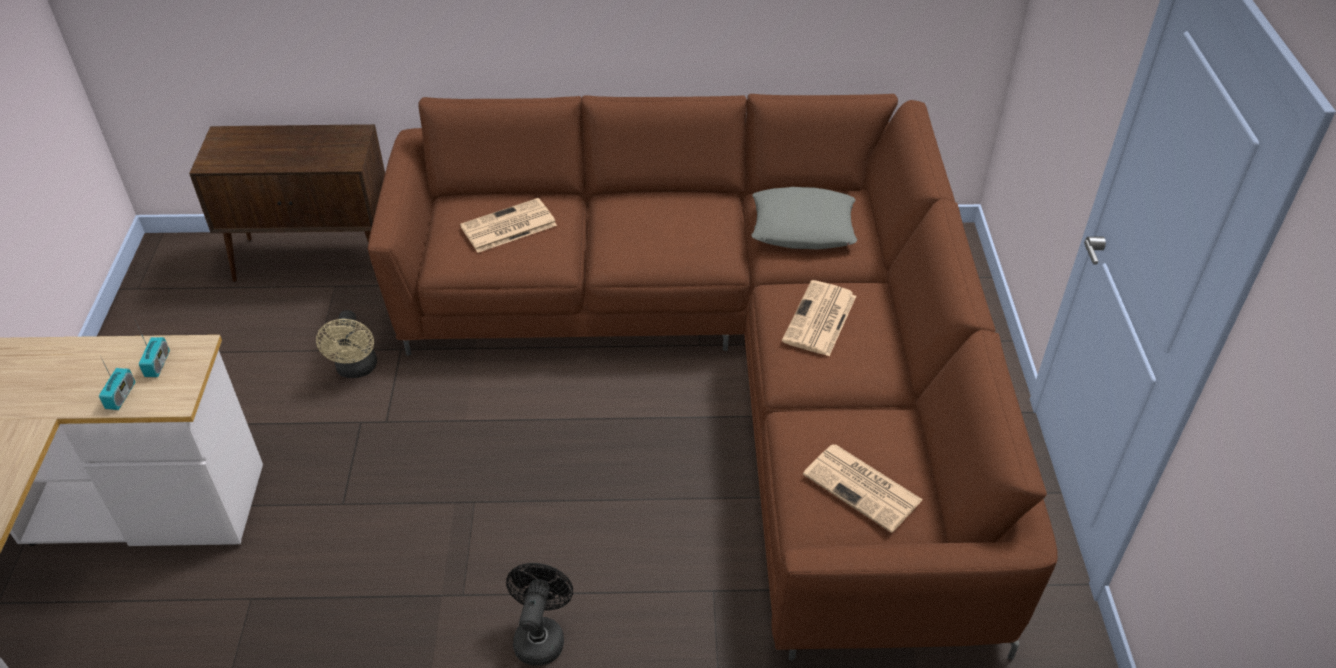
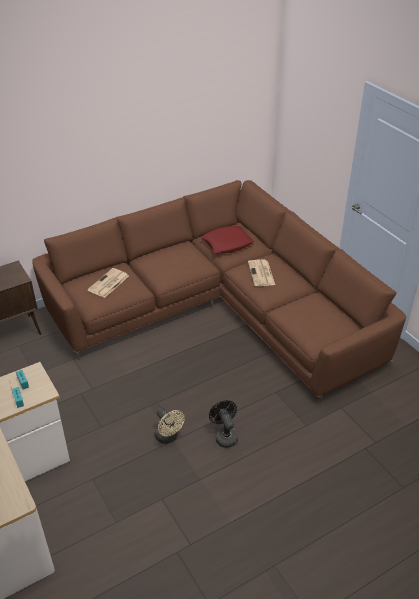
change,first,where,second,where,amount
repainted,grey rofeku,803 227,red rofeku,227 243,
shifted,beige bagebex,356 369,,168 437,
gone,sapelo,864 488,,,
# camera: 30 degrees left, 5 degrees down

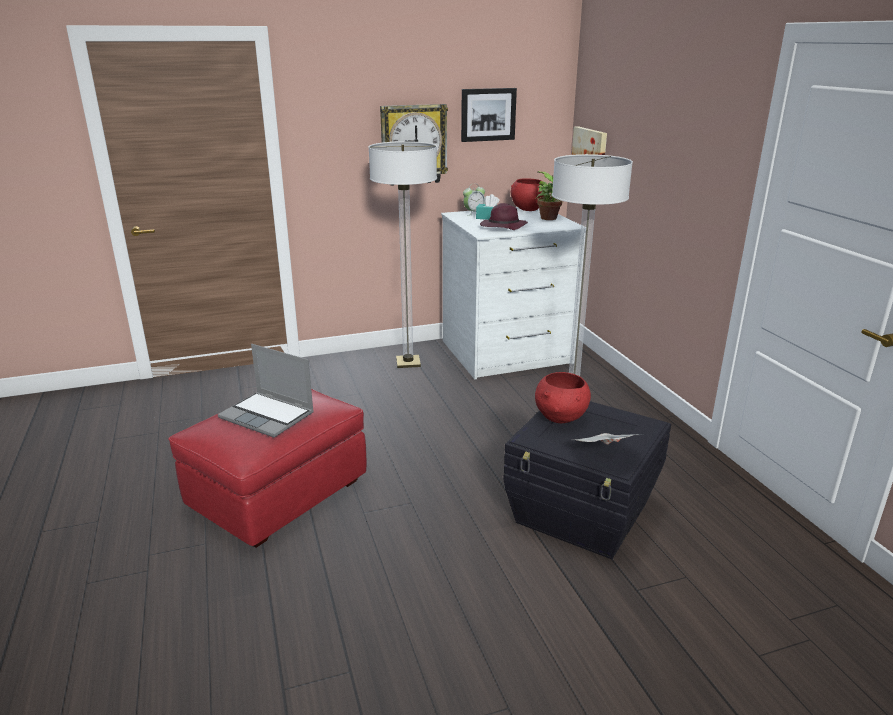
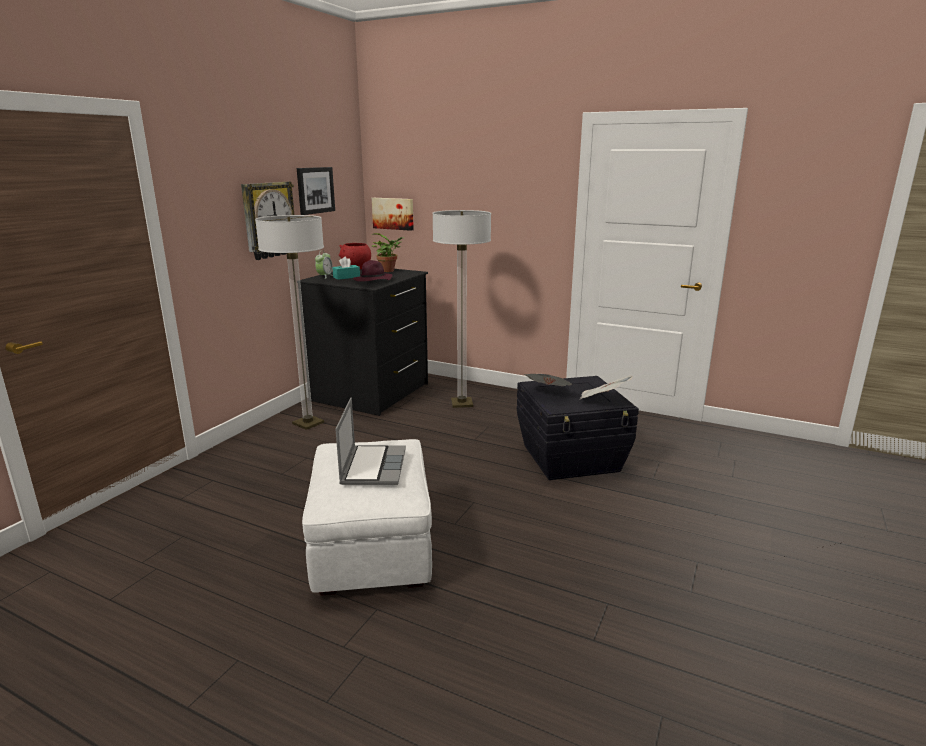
change,first,where,second,where,amount
repainted,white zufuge,506 353,black zufuge,372 392,
rotated,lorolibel,268 415,,373 466,75 degrees counterclockwise
swapped,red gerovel,561 418,sapelo,548 393,
repainted,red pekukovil,278 494,white pekukovil,372 548,
# camera: 45 degrees left, 5 degrees down

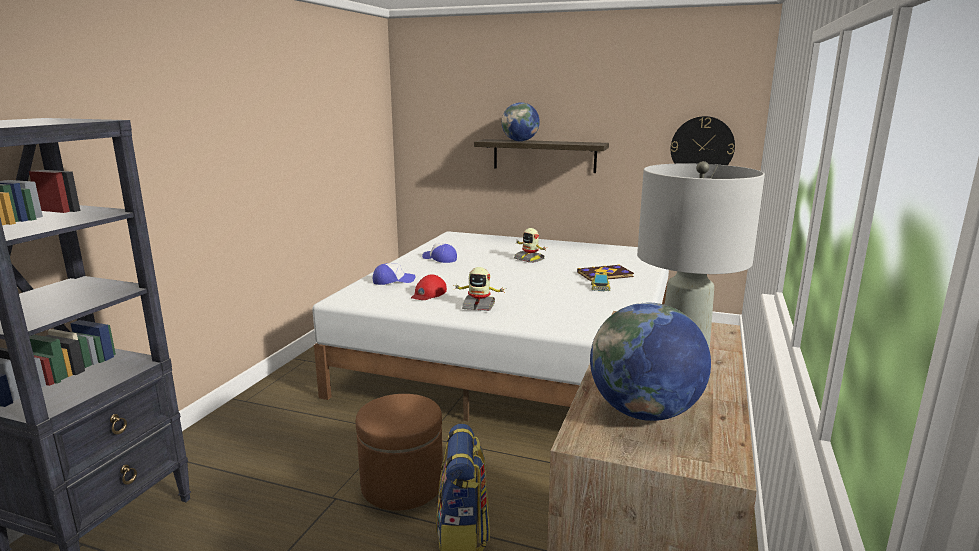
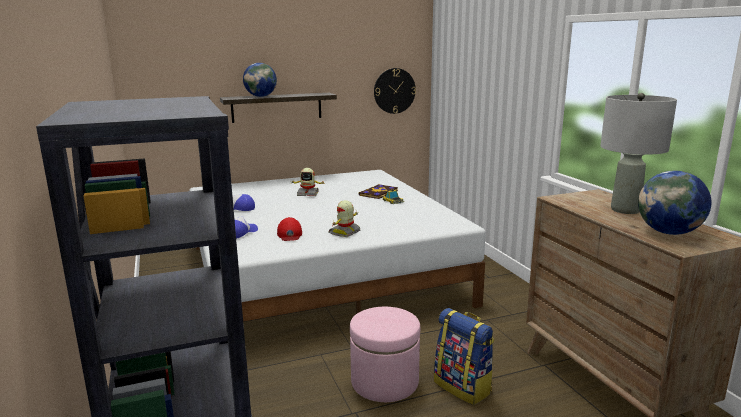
change,first,where,second,where,amount
rotated,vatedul,479 306,,345 232,150 degrees clockwise
repainted,brown pekukovil,402 485,pink pekukovil,384 382,
# camera: 40 degrees left, 0 degrees up

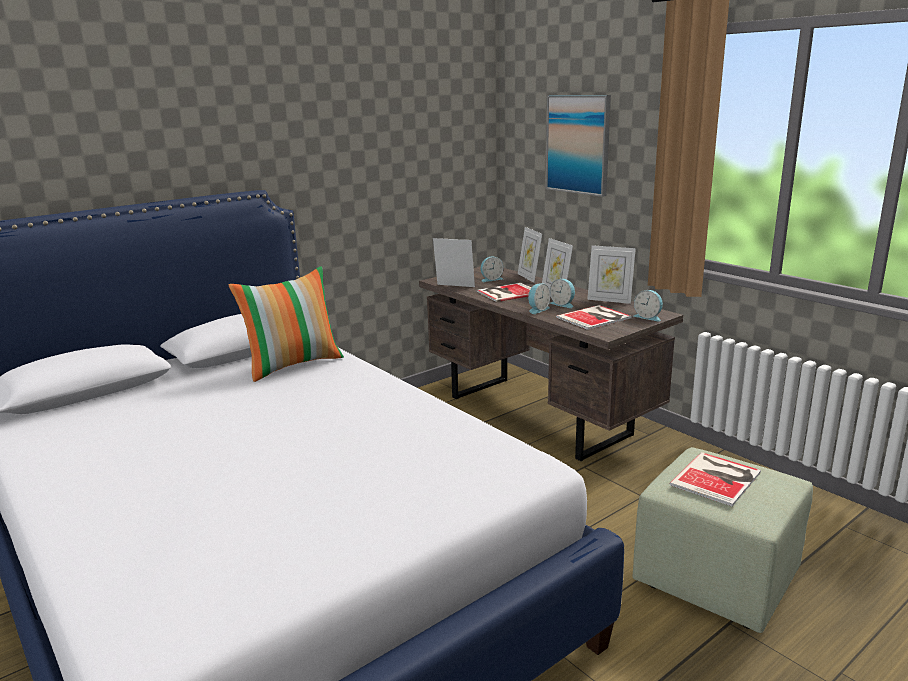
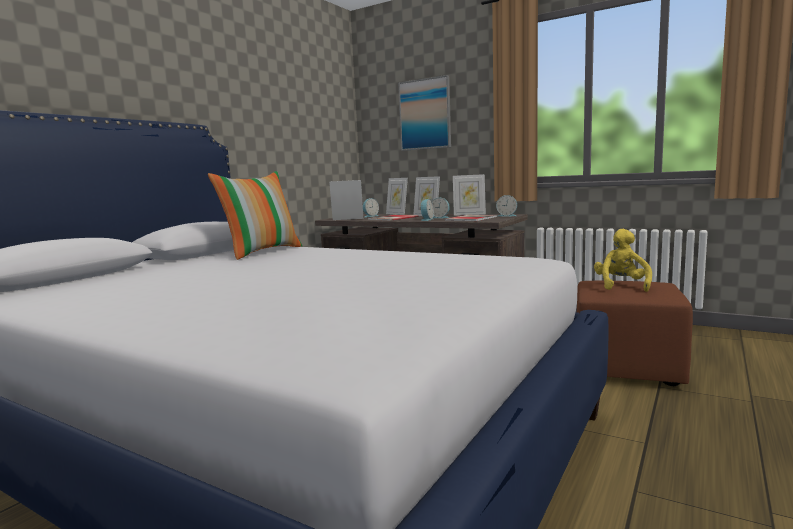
change,first,where,second,where,amount
repainted,green pekukovil,713 578,brown pekukovil,624 368,
swapped,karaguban,718 478,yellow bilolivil,621 286,
# camera: 20 degrees left, 10 degrees down

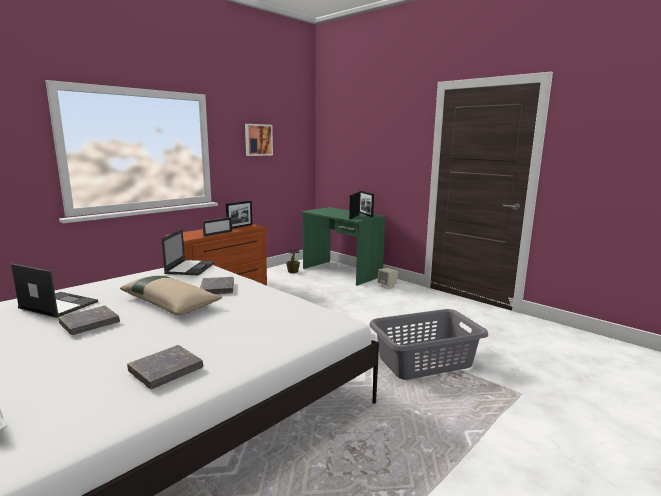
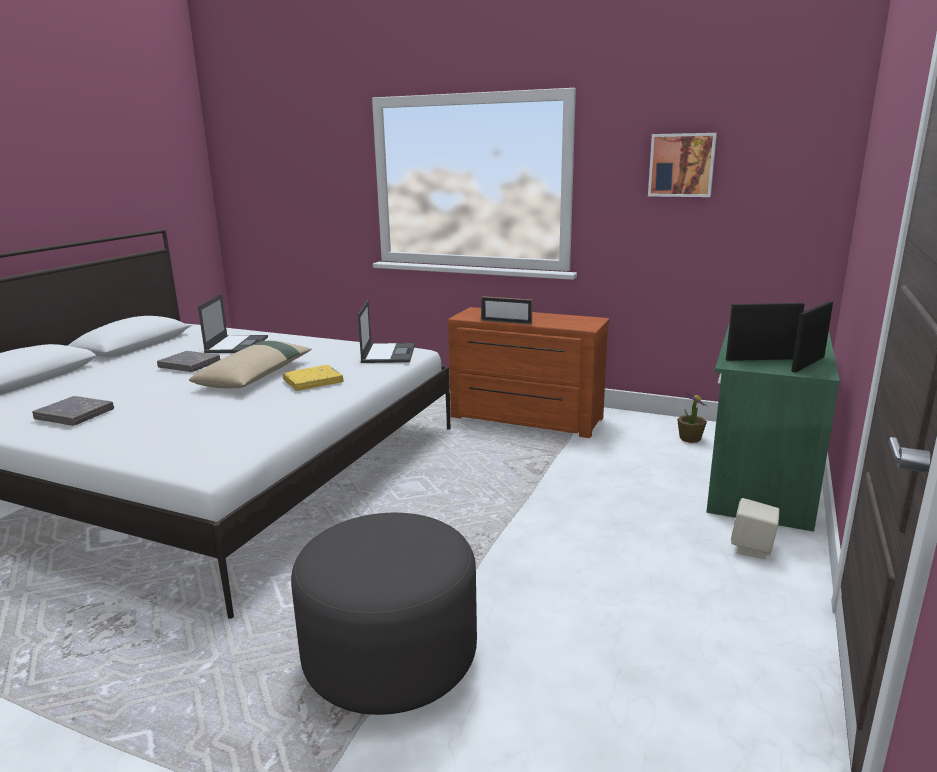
change,first,where,second,where,amount
gone,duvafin,240 226,,,
rotated,lorolibel,190 268,,388 353,75 degrees counterclockwise
repainted,grey karaguban,217 288,yellow karaguban,313 382,
swapped,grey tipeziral,425 361,grey pekukovil,390 656,
# camera: 70 degrees right, 5 degrees up

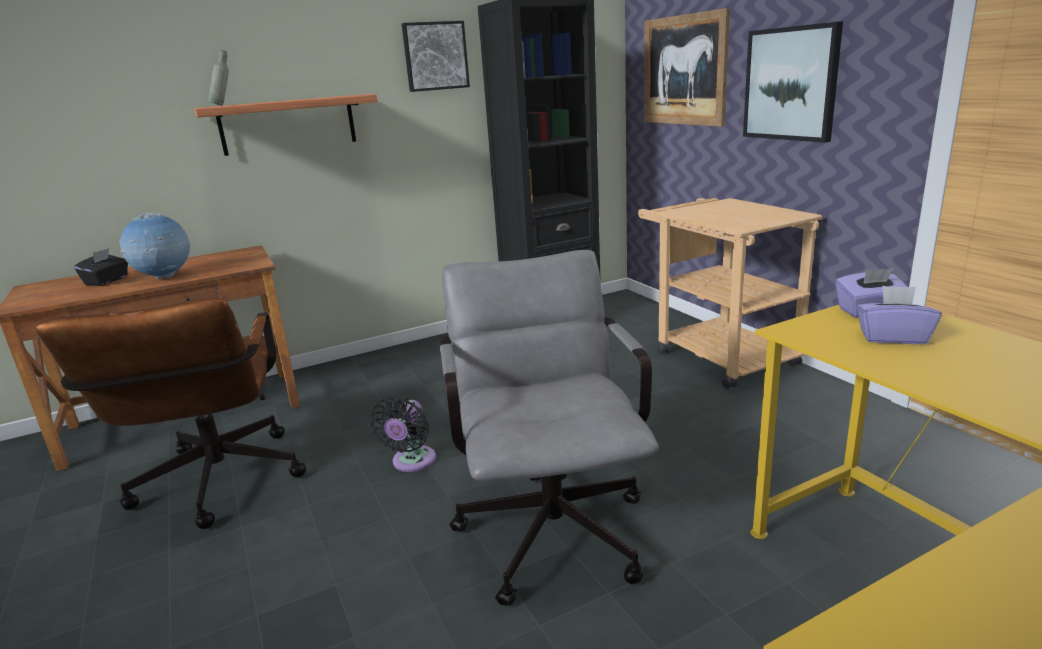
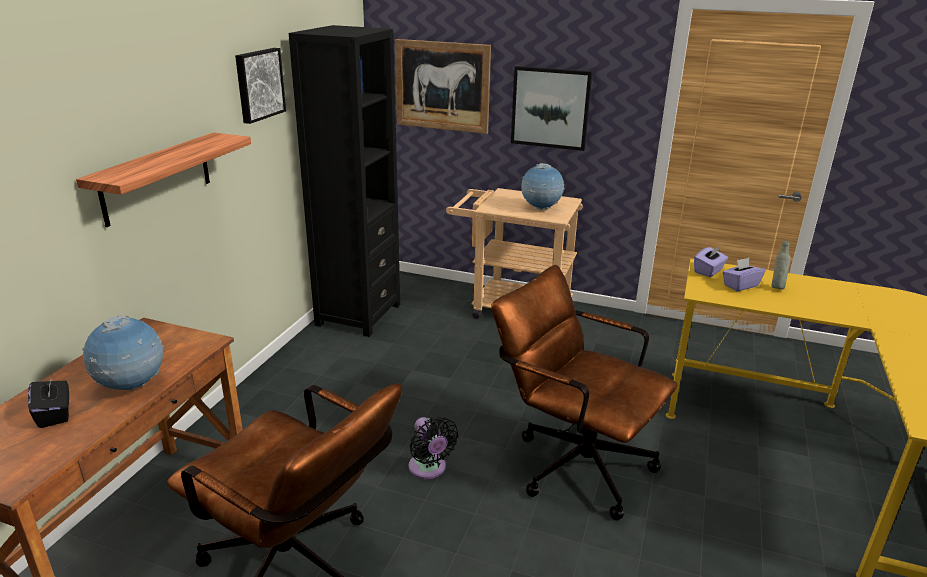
change,first,where,second,where,amount
shifted,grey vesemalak,224 105,,776 287,
repainted,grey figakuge,550 522,brown figakuge,572 462,
new,,,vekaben,540 209,
# camera: 45 degrees left, 5 degrees up

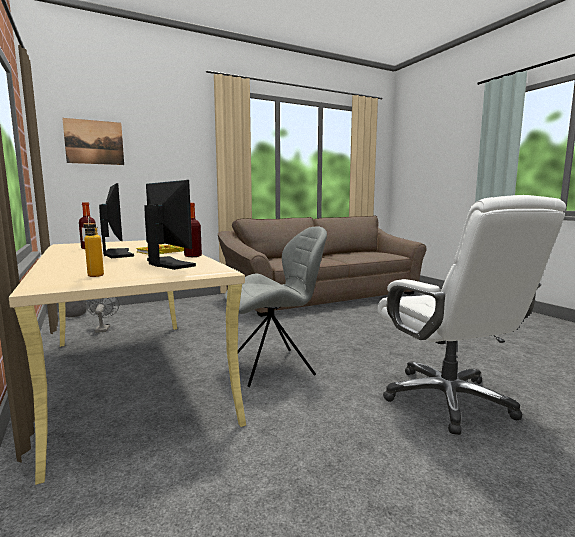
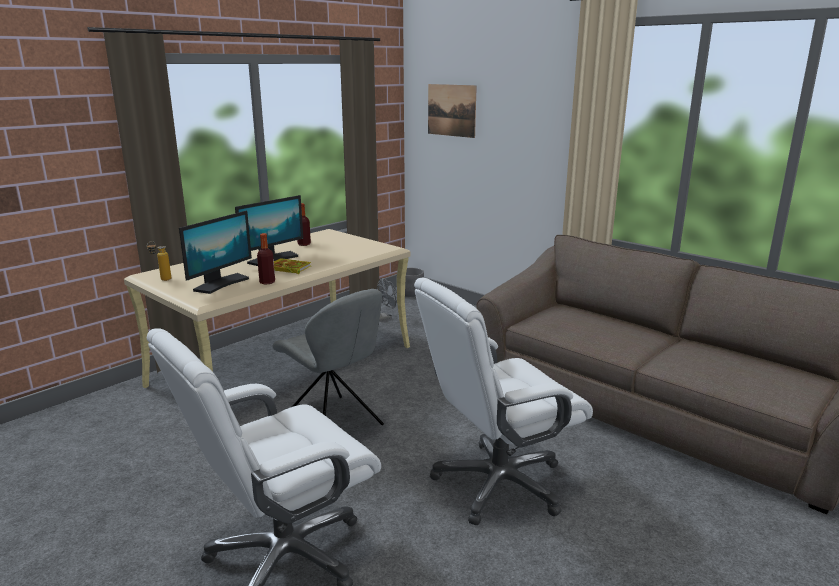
change,first,where,second,where,amount
new,,,white figakuge,498 484,
# camera: 70 degrees right, 10 degrees up

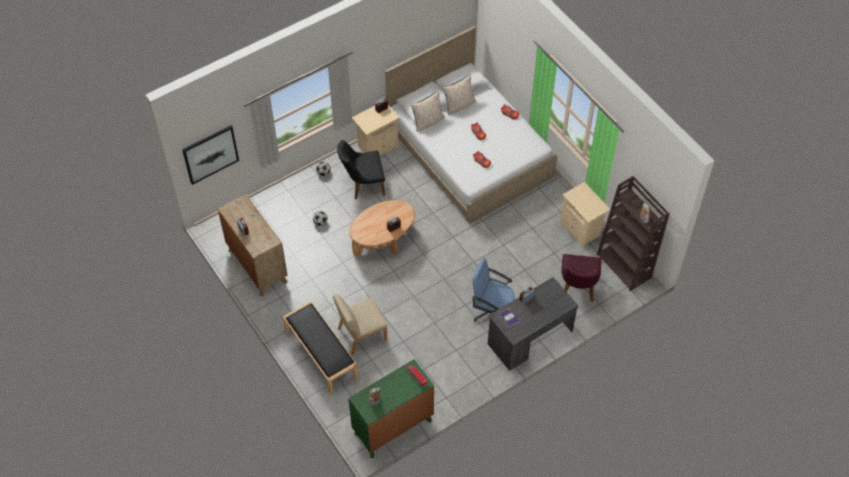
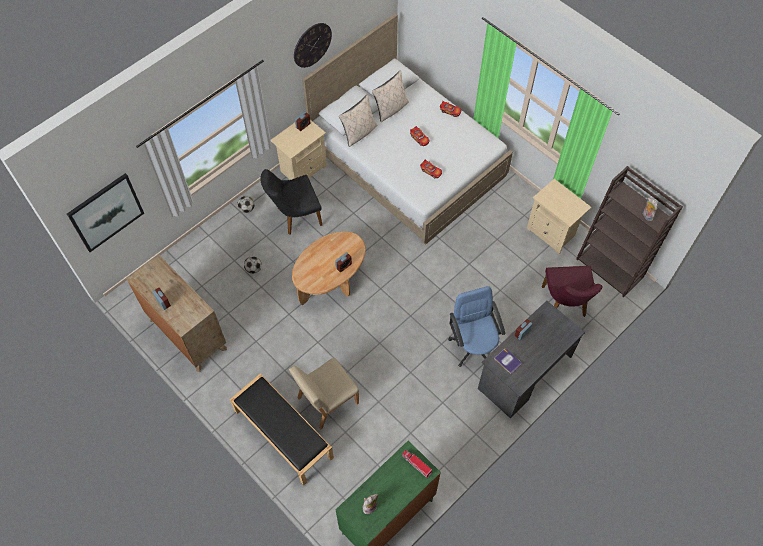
change,first,where,second,where,amount
rotated,blue figakuge,492 310,,474 346,60 degrees clockwise
new,,,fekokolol,312 45,
# camera: 10 degrees left, 5 degrees up

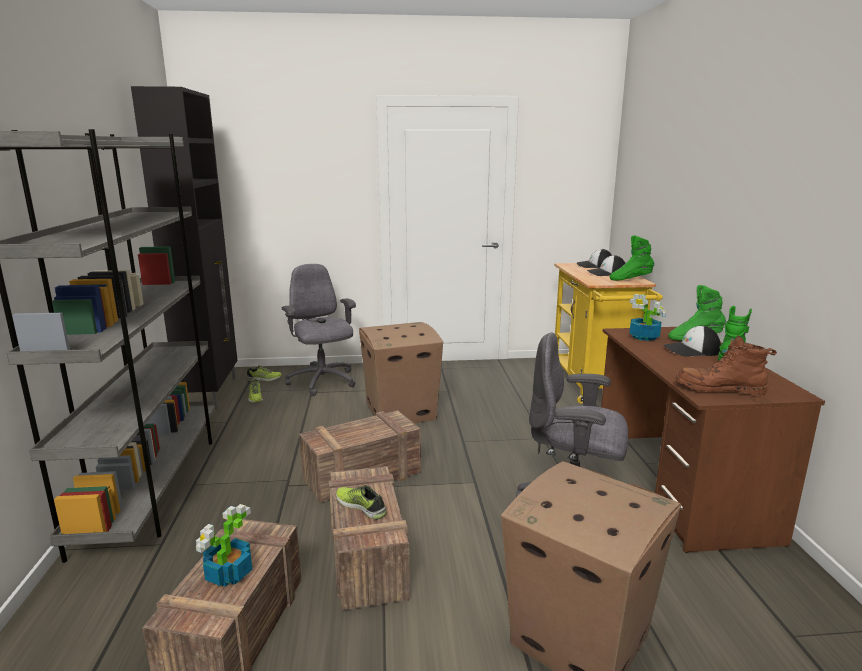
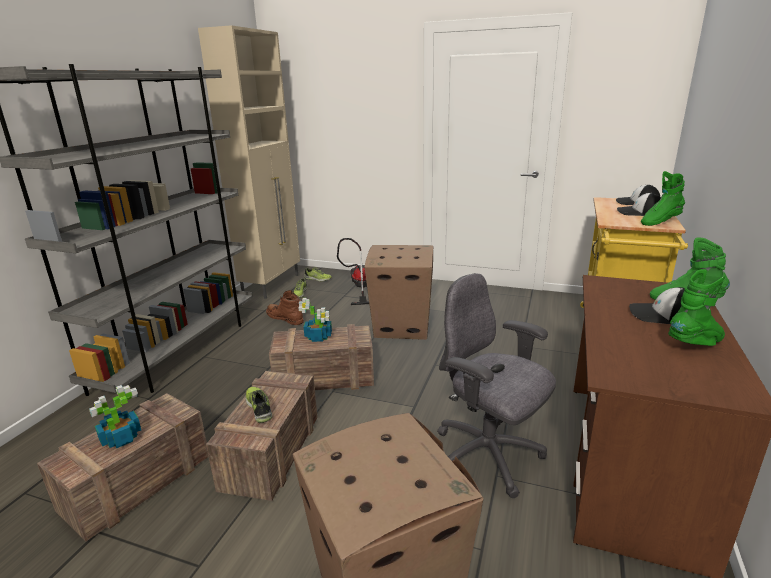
change,first,where,second,where,amount
repainted,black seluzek,211 393,beige seluzek,272 284,
rotated,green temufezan,630 279,,659 222,45 degrees counterclockwise
swapped,grey figakuge,322 382,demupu,359 288,
shifted,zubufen,644 337,,318 337,
shifted,brown temufezan,719 389,,285 318,
# camera: 25 degrees right, 5 degrees up

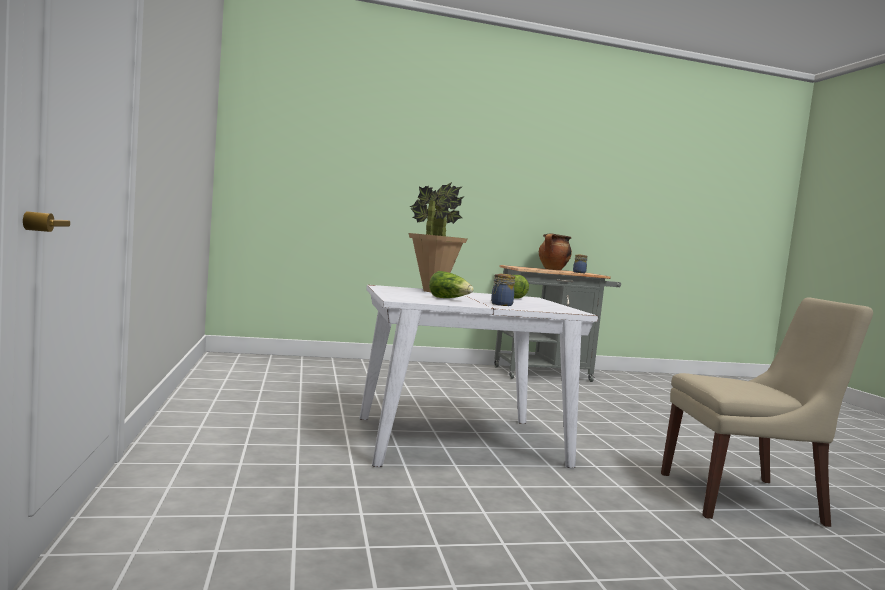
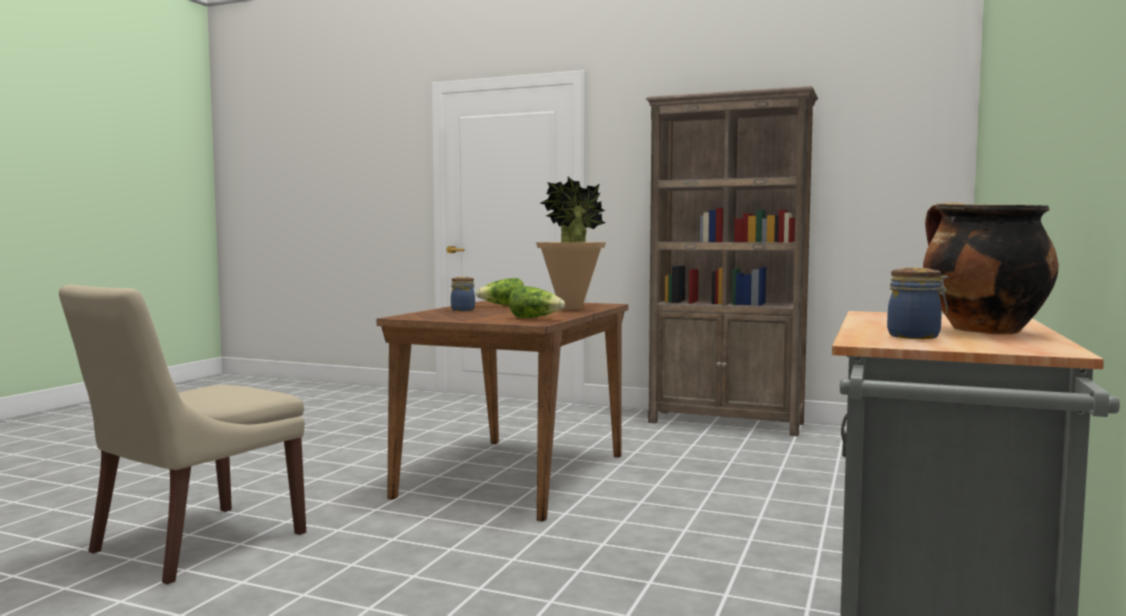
change,first,where,second,where,amount
repainted,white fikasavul,457 441,brown fikasavul,515 474,
new,,,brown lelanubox,727 423,
# camera: 125 degrees right, 0 degrees up

